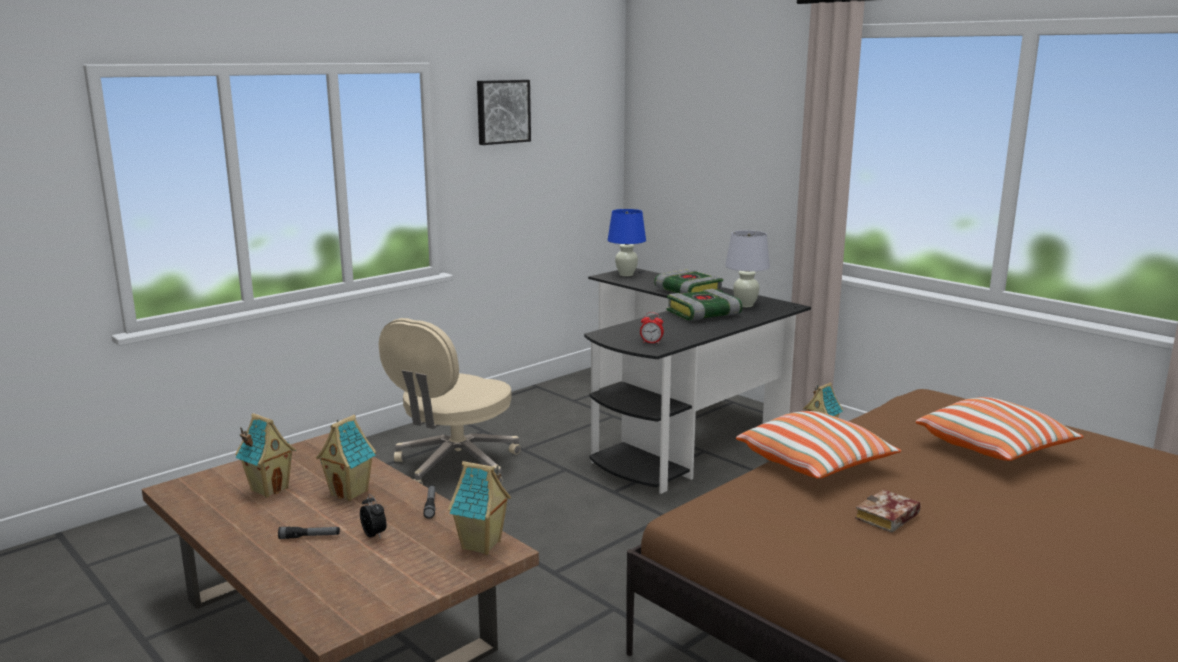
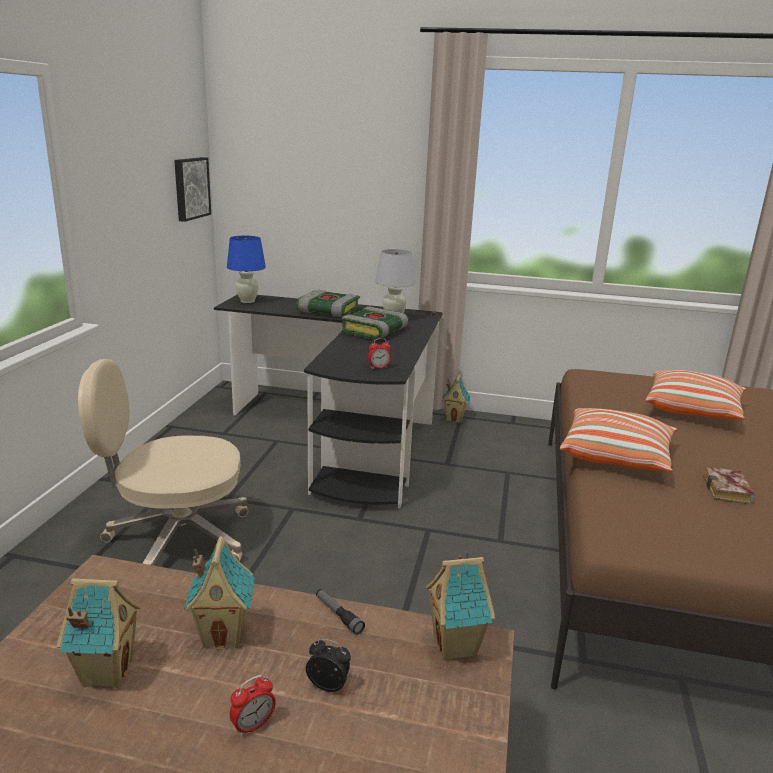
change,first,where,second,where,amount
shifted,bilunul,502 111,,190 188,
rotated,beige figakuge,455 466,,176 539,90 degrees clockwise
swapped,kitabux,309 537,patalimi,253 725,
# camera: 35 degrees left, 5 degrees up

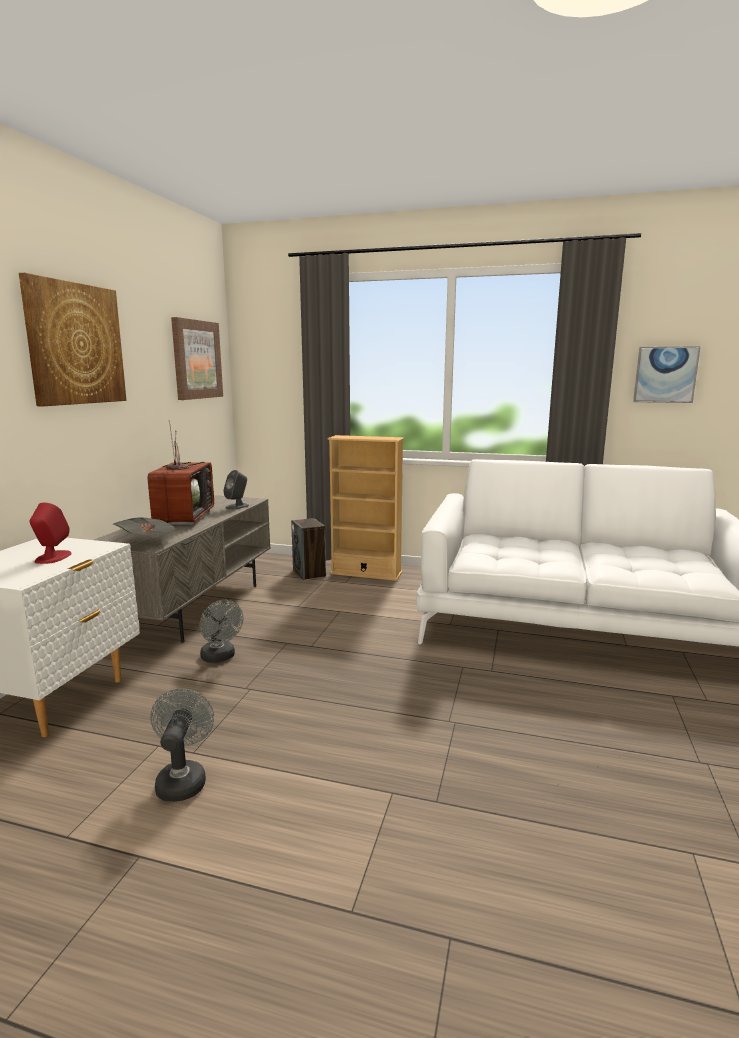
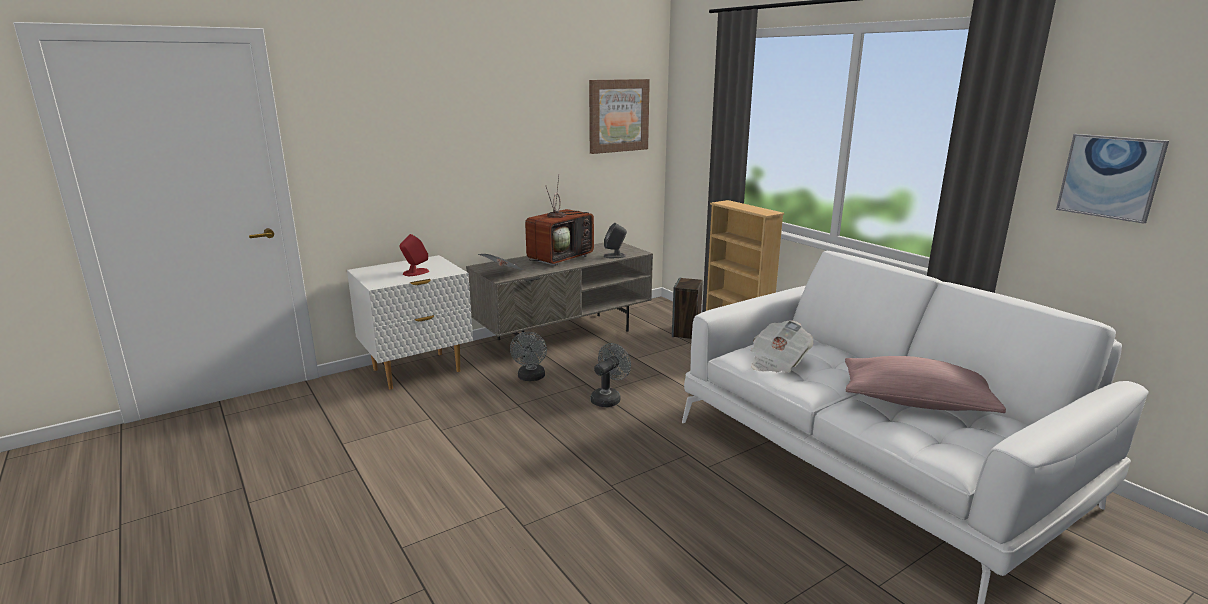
change,first,where,second,where,amount
gone,bilunul,75 344,,,
shifted,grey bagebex,183 779,,608 398,
new,,,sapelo,777 362,
new,,,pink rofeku,915 402,
# camera: 40 degrees right, 5 degrees up

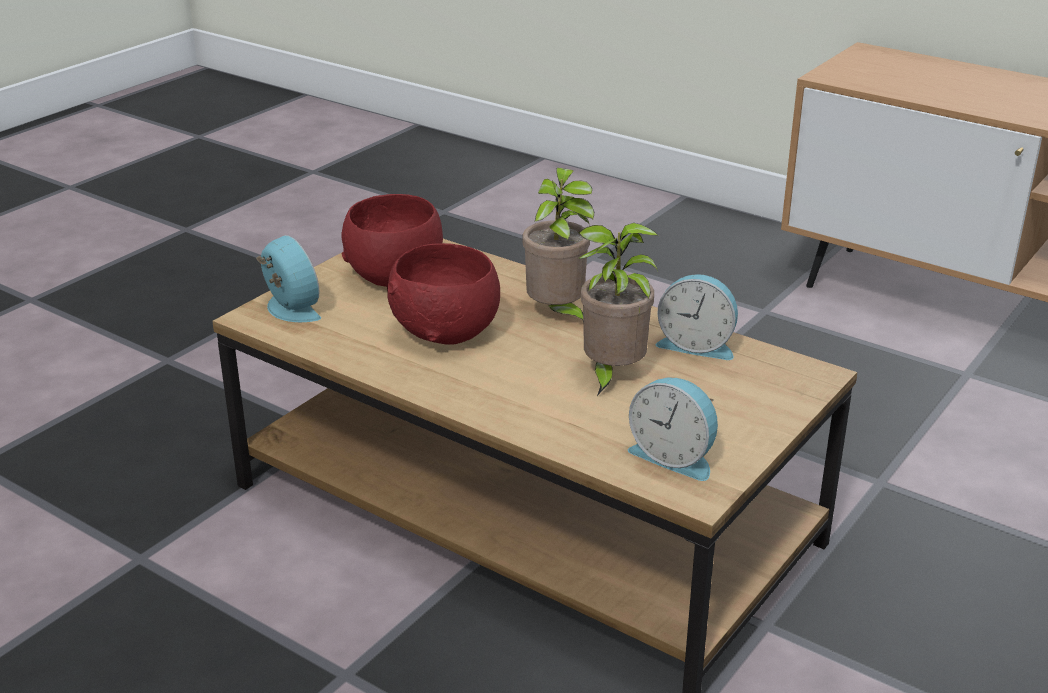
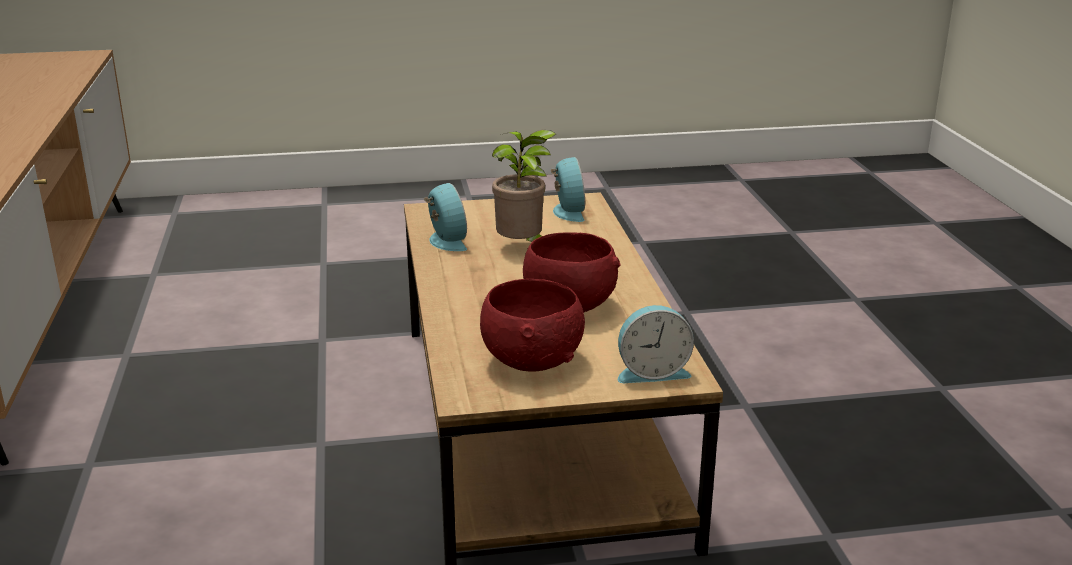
change,first,where,second,where,amount
gone,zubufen,558 315,,,
rotated,patalimi,289 309,,651 372,105 degrees counterclockwise
# camera: 135 degrees left, 5 degrees down

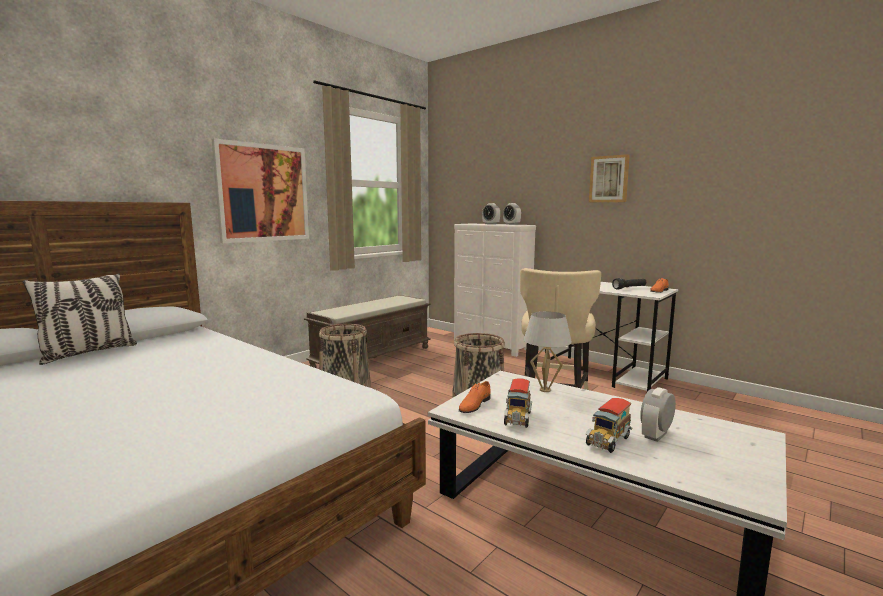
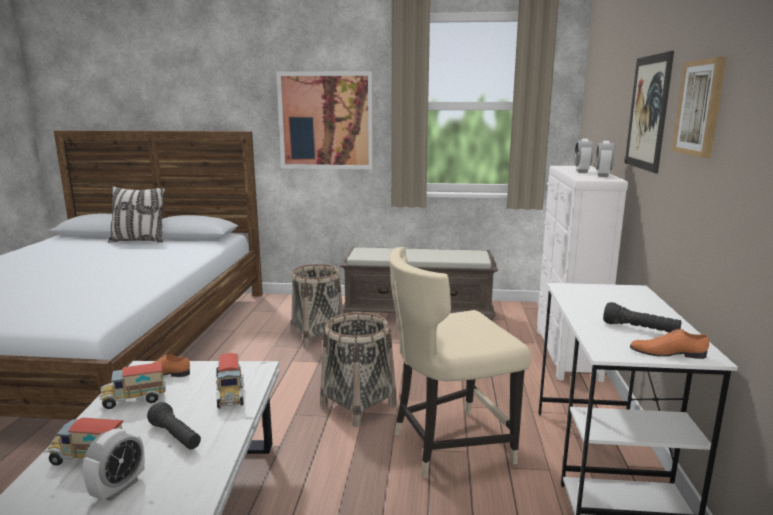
change,first,where,second,where,amount
swapped,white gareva,545 390,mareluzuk,230 397,
rotated,patalimi,656 435,,118 488,105 degrees clockwise
new,,,bilunul,648 112,
new,,,black kitabux,176 437,
# camera: 55 degrees right, 5 degrees up

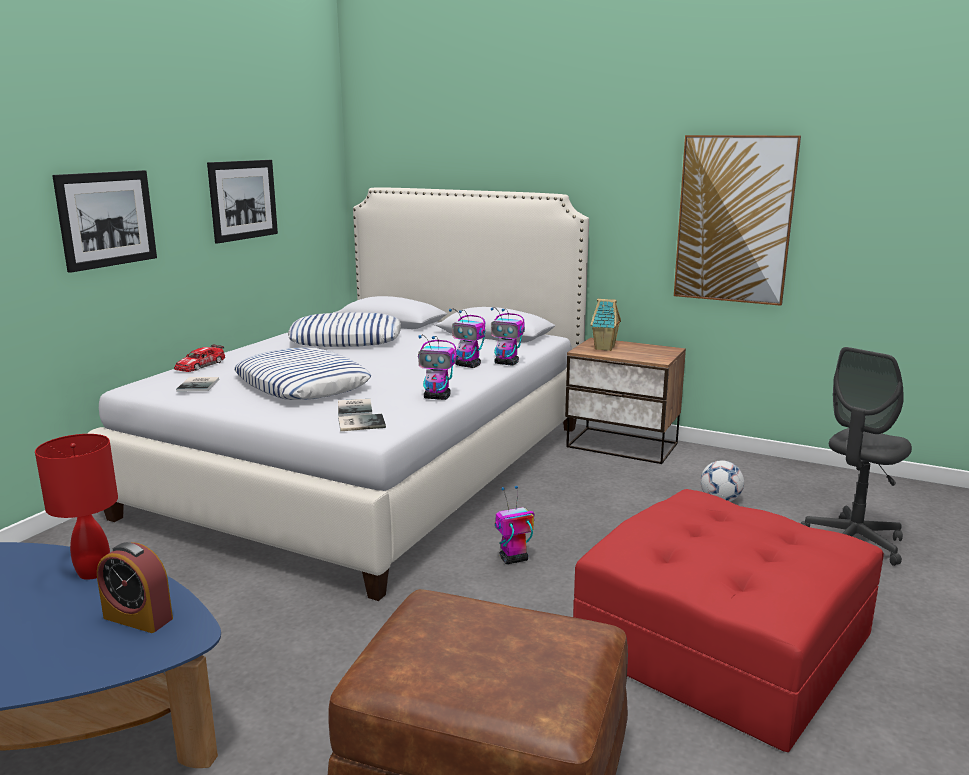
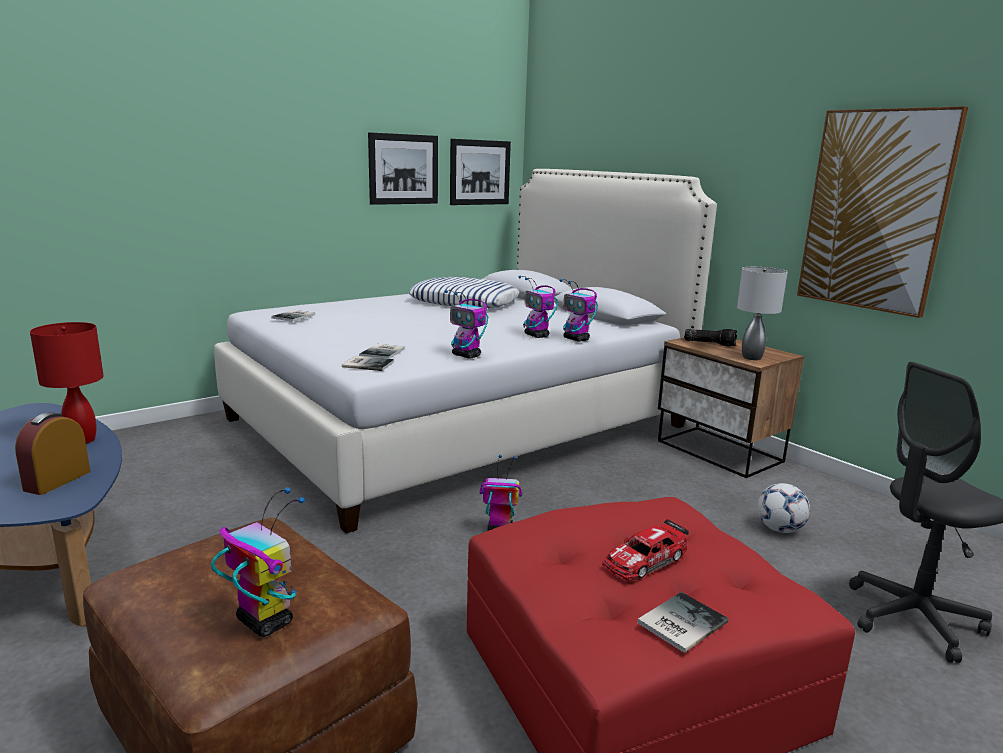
change,first,where,second,where,amount
shifted,bilunul,107 219,,480 172,
swapped,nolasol,605 348,kitabux,710 343,
shifted,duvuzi,200 365,,645 560,
gone,rofeku,303 384,,,
rotated,patalimi,138 618,,57 481,60 degrees clockwise
new,,,grey gareva,751 357,
new,,,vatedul,264 621,
new,,,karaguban,679 622,
# camera: 25 degrees right, 0 degrees up

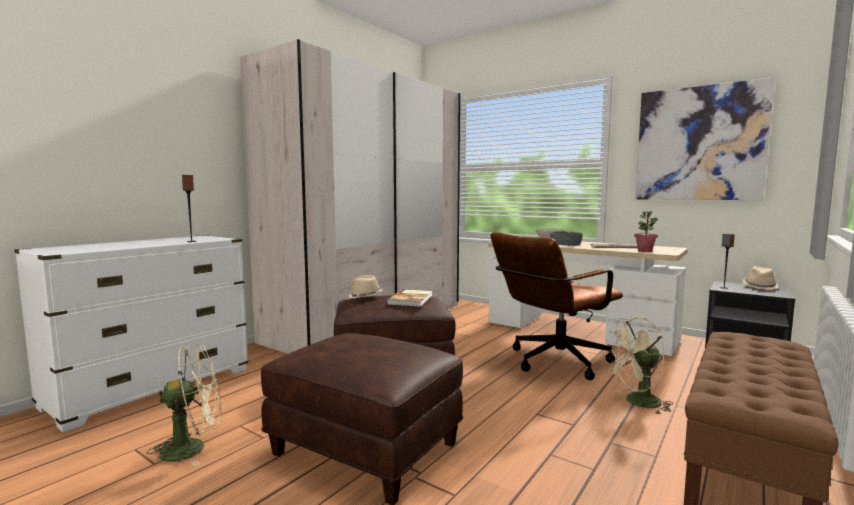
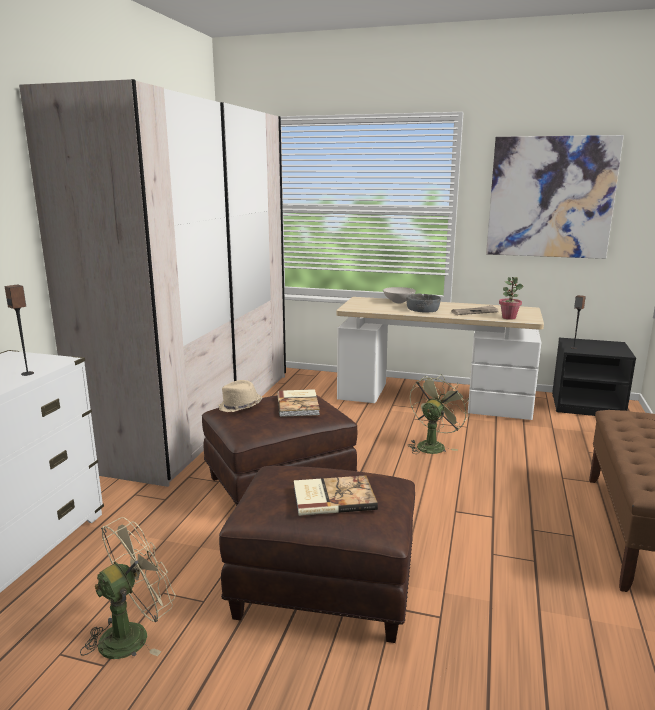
change,first,where,second,where,amount
swapped,brown figakuge,552 362,green bagebex,432 445,
gone,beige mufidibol,759 286,,,
gone,beige bagebex,637 403,,,
new,,,karaguban,332 497,
# camera: 20 degrees left, 10 degrees up

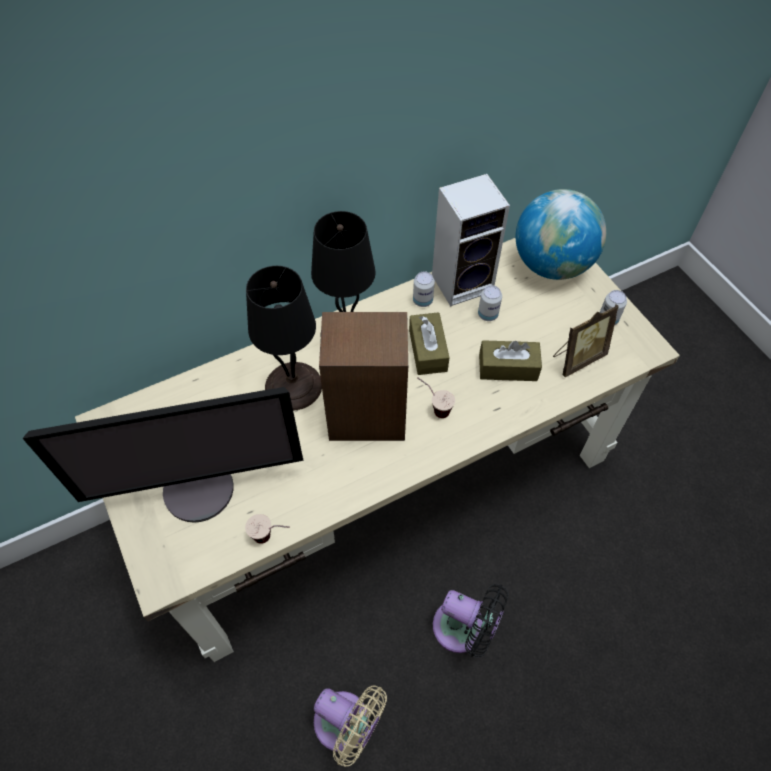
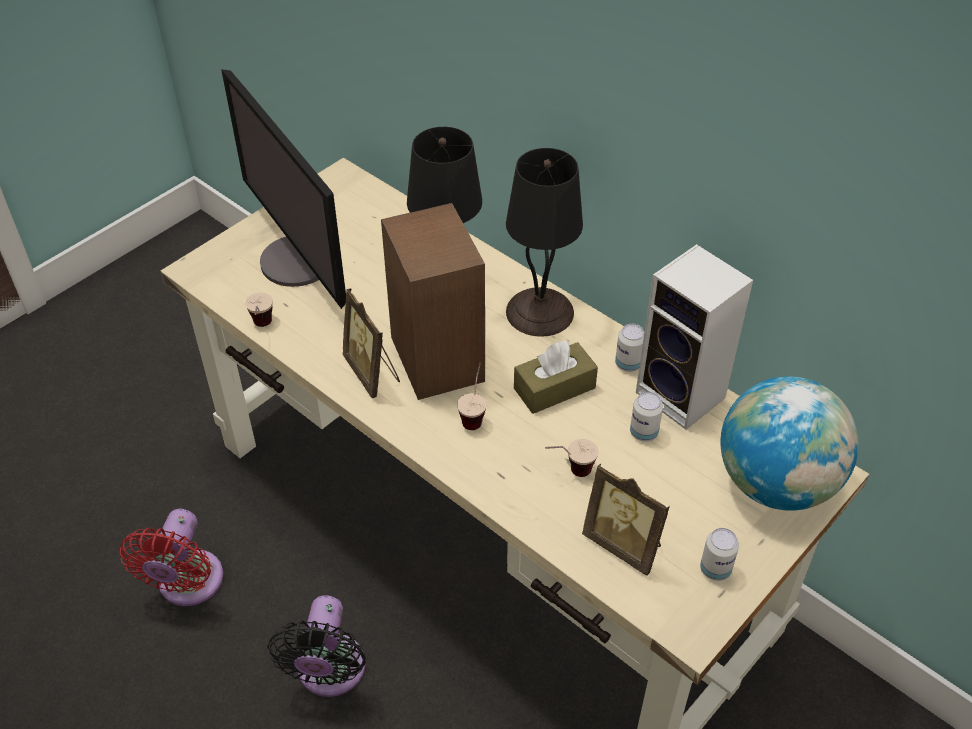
change,first,where,second,where,amount
swapped,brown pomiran,508 368,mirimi,569 472,
repainted,beige bagebex,347 725,red bagebex,188 585,
new,,,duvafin,373 373,
# camera: 70 degrees right, 10 degrees down

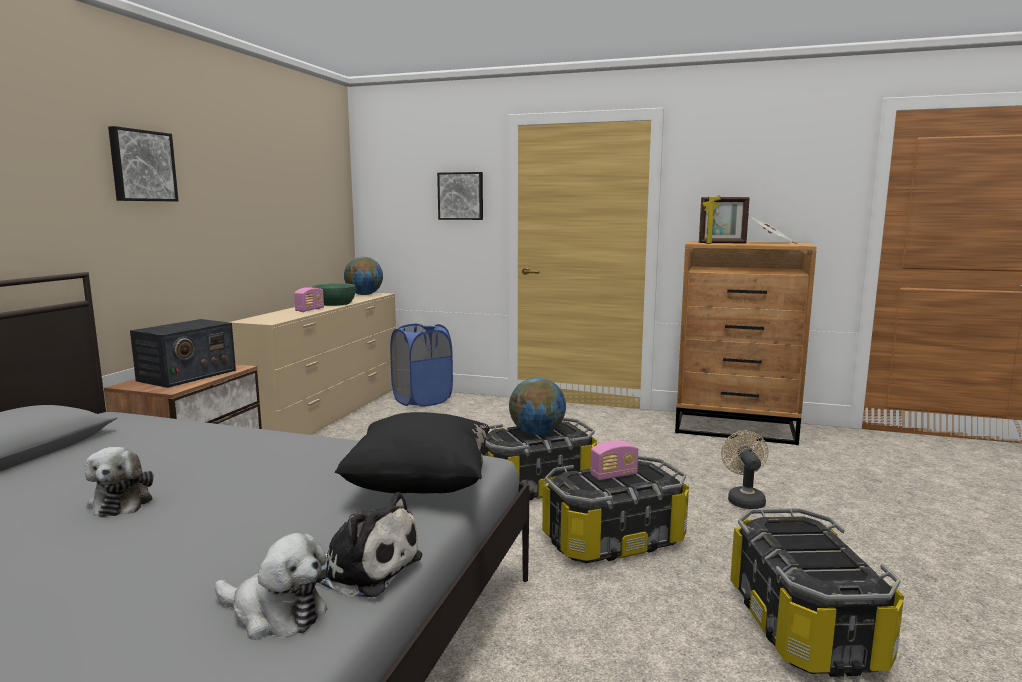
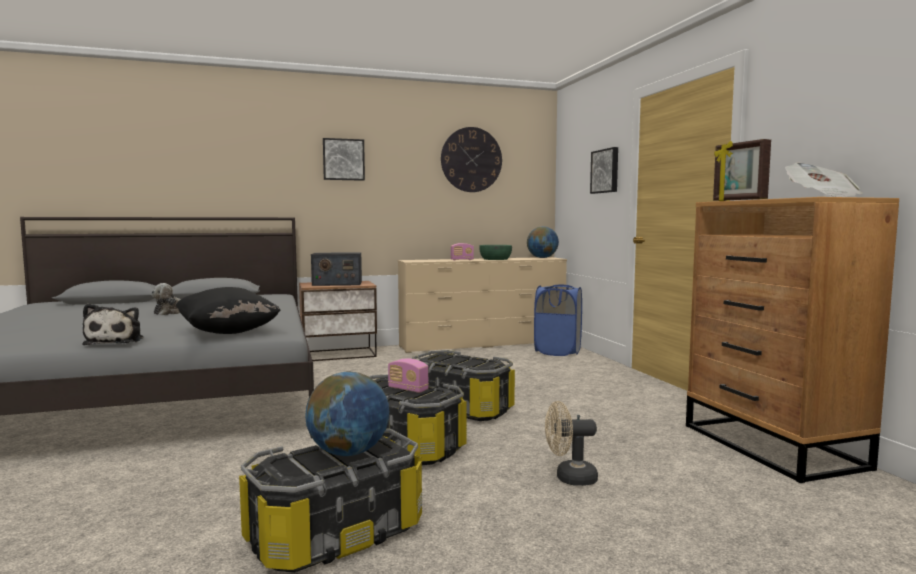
change,first,where,second,where,amount
shifted,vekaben,537 433,,348 453,
rotated,beige bagebex,744 499,,569 478,150 degrees counterclockwise
gone,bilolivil,275 614,,,
new,,,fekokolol,471 159,
# camera: 55 degrees right, 5 degrees down

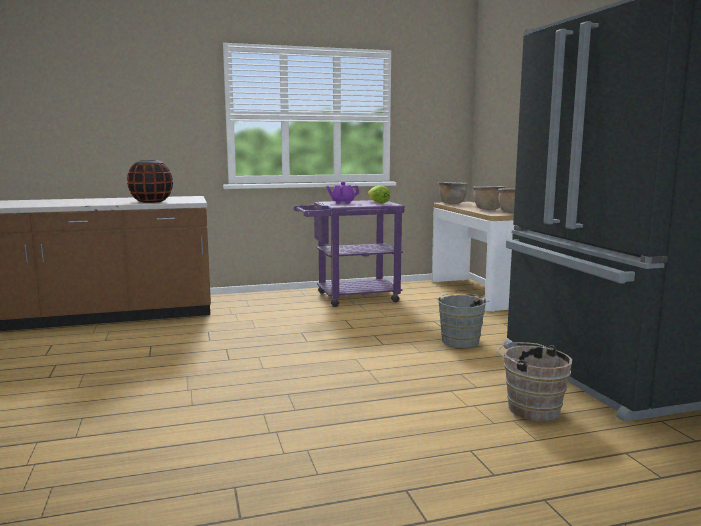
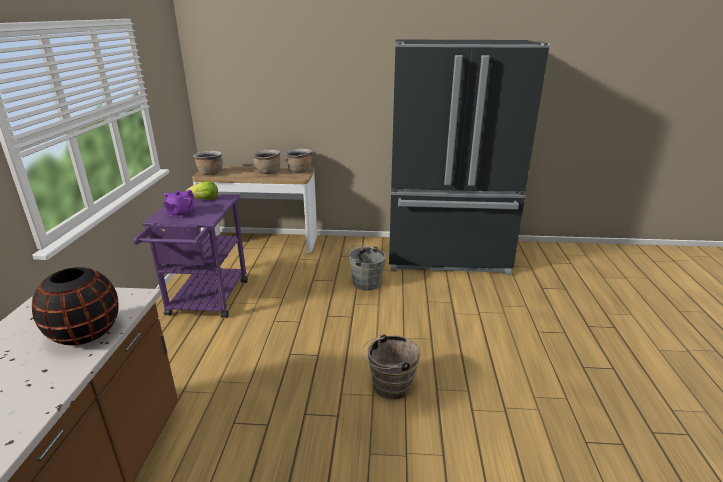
change,first,where,second,where,amount
shifted,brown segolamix,530 408,,389 386,
# camera: 70 degrees left, 15 degrees up

